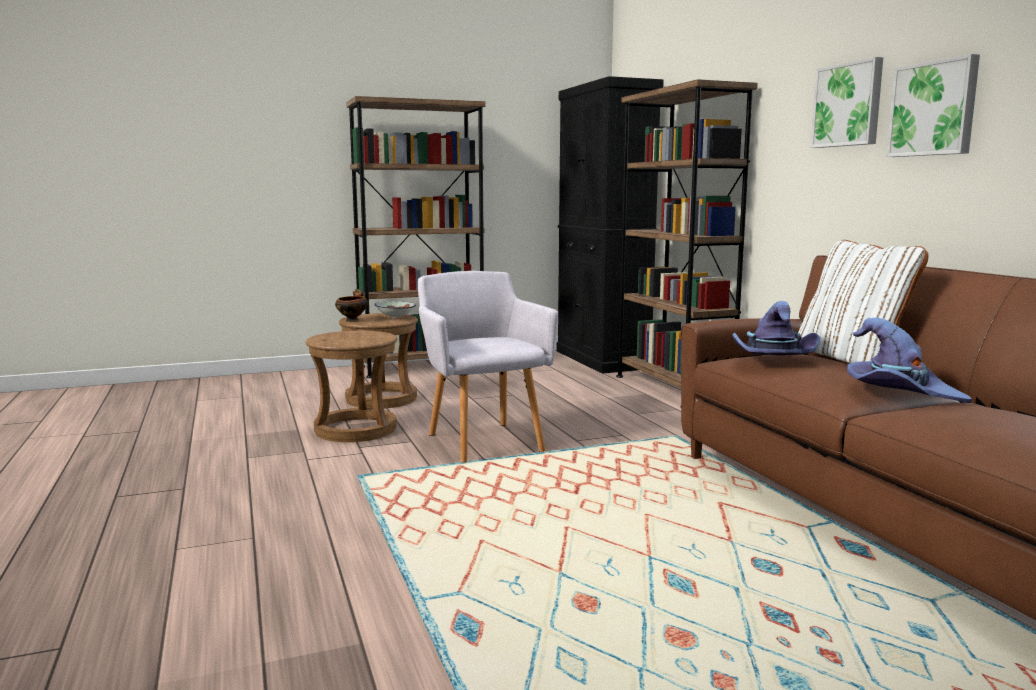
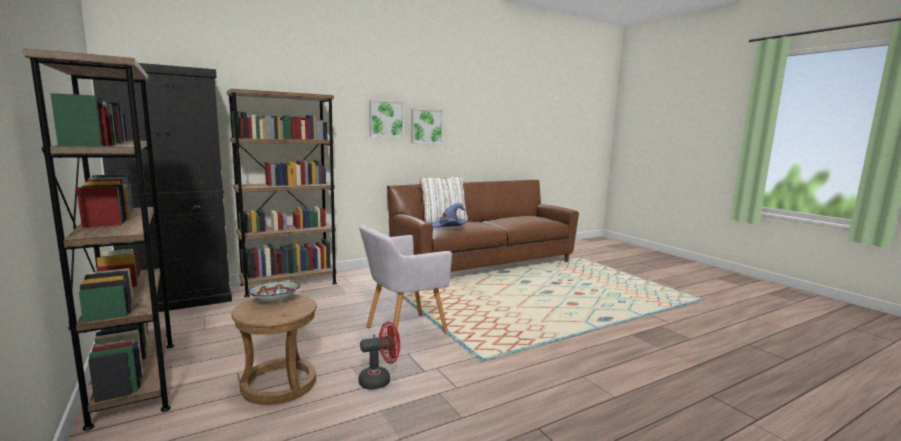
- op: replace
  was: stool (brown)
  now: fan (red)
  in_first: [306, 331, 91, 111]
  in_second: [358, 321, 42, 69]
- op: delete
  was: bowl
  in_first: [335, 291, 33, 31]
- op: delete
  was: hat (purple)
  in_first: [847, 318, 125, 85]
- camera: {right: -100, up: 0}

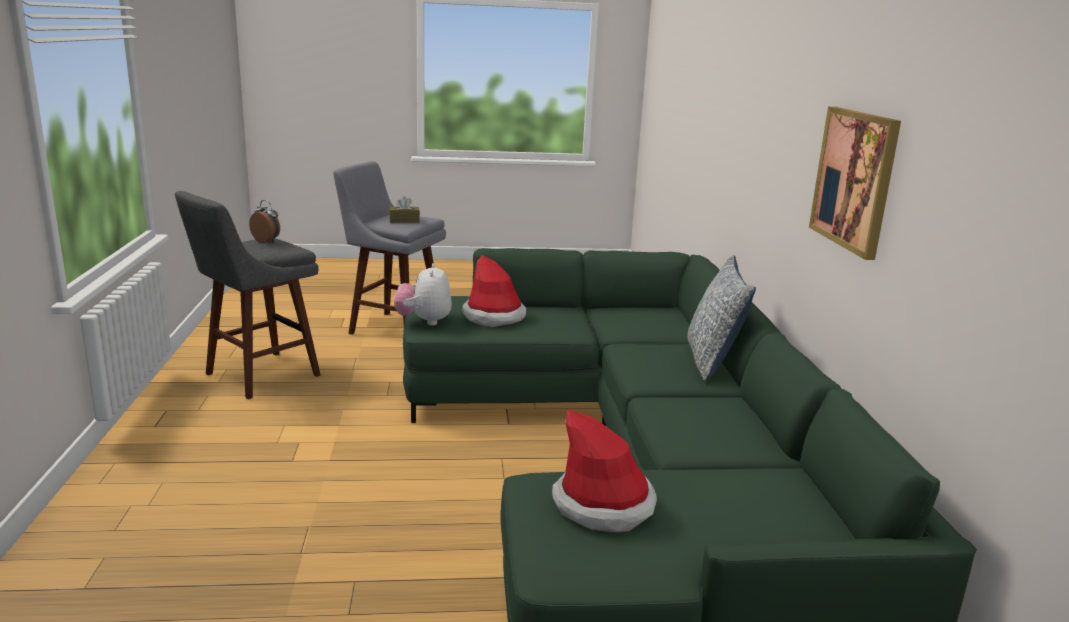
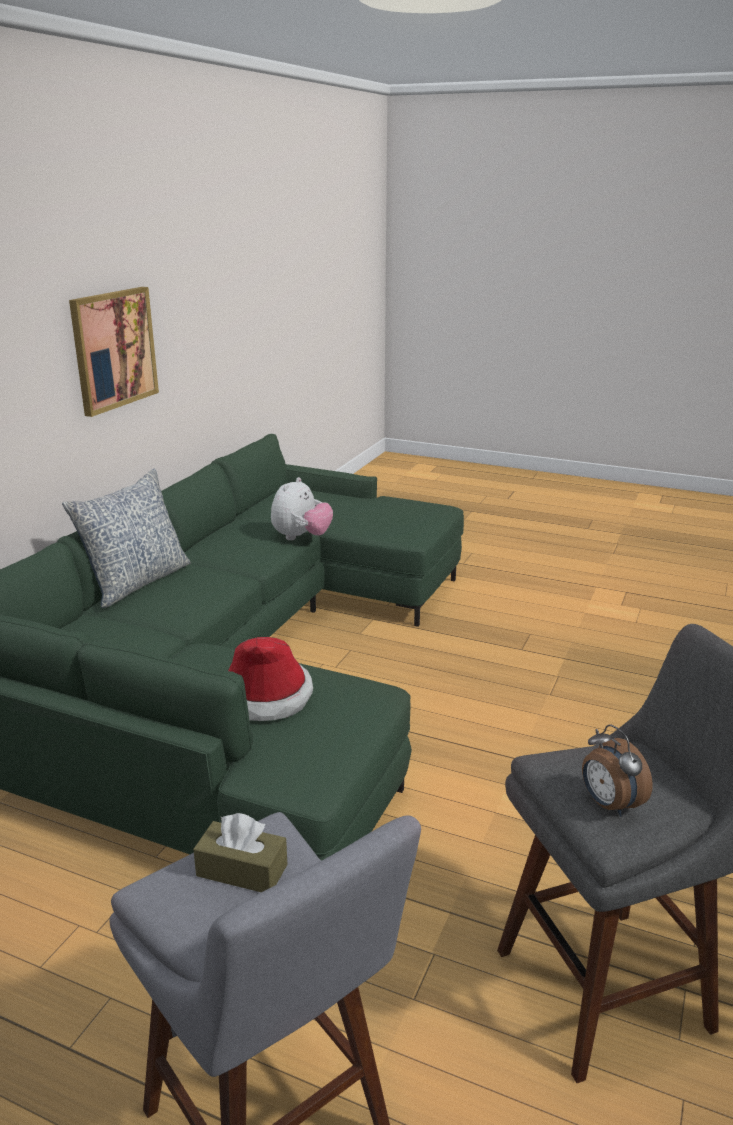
- op: move
  was: plush toy
  in_first: [394, 263, 58, 62]
  in_second: [271, 477, 62, 63]
- op: delete
  was: hat
  in_first: [552, 409, 105, 123]
- camera: {right: -150, up: 5}

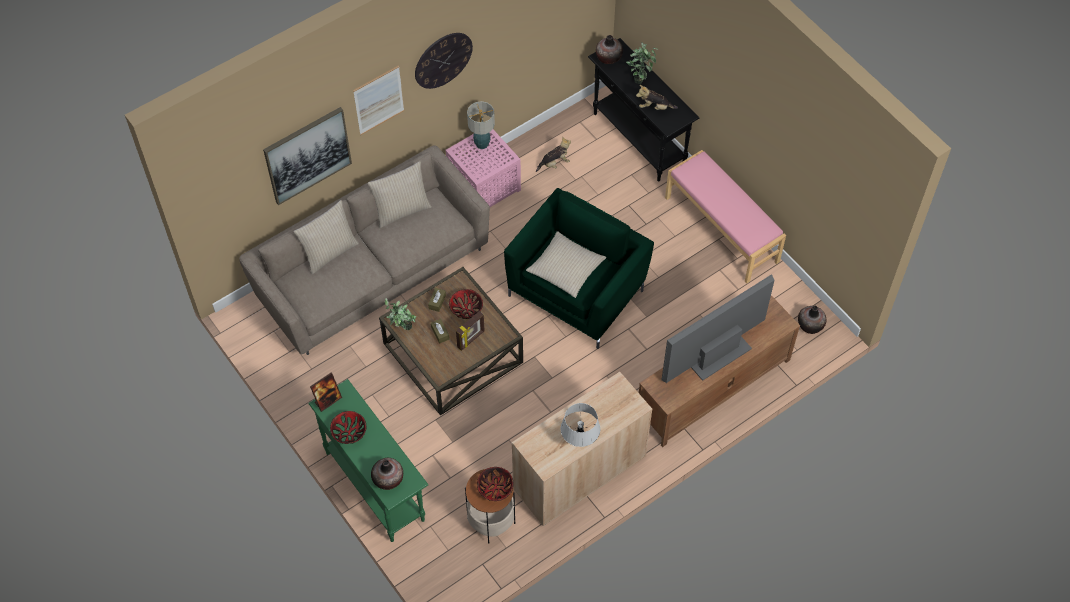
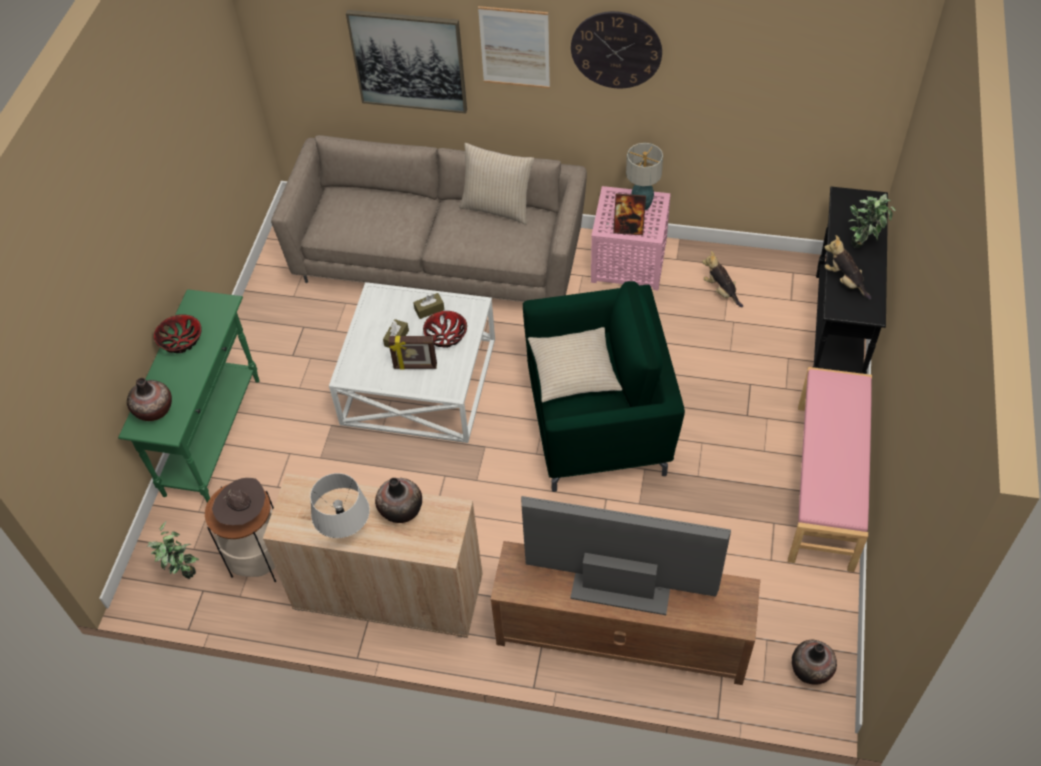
- op: move
  was: potted plant
  in_first: [385, 298, 32, 32]
  in_second: [146, 521, 53, 58]
- op: replace
  was: bowl
  now: hat (brown)
  in_first: [477, 467, 36, 34]
  in_second: [212, 478, 53, 47]
- op: recolor
  was: coffee table (brown)
  now: coffee table (white)
  in_first: [379, 267, 144, 149]
  in_second: [329, 282, 166, 161]
- op: move
  was: vase
  in_first: [596, 35, 27, 29]
  in_second: [375, 478, 47, 45]
- op: move
  was: picture frame
  in_first: [310, 372, 32, 40]
  in_second: [613, 194, 33, 41]
- op: rotate
  was: plush toy
  in_first: [536, 137, 35, 35]
  in_second: [702, 251, 41, 56]
  clockwise: -150
- op: delete
  was: pillow (beige)
  in_first: [294, 200, 65, 74]
- camera: {right: 50, up: -5}

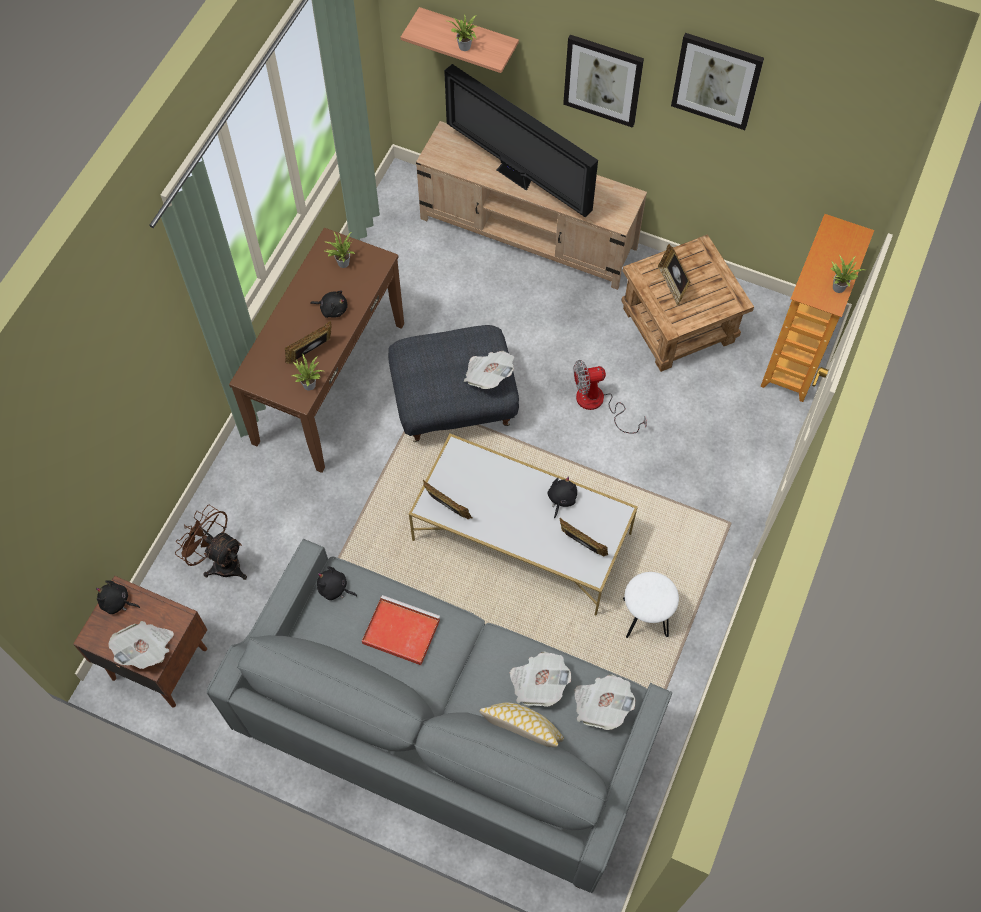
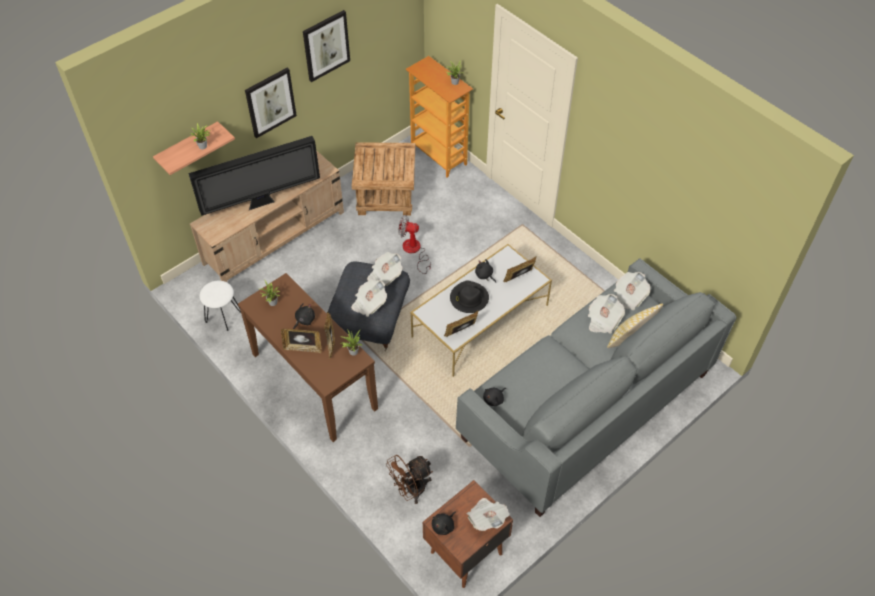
- op: move
  was: stool (white)
  in_first: [623, 572, 56, 66]
  in_second: [200, 280, 41, 51]
- op: move
  was: picture frame
  in_first: [658, 244, 32, 62]
  in_second: [281, 329, 40, 24]
- op: insert
  now: newspaper
  in_second: [351, 279, 36, 38]
- op: rotate
  was: fan
  in_first: [573, 360, 74, 74]
  in_second: [398, 215, 33, 59]
  clockwise: 90
- op: insert
  now: hat (black)
  in_second: [450, 280, 39, 33]
- op: delete
  was: tray (red)
  in_first: [362, 595, 78, 70]
- camera: {right: -65, up: -10}

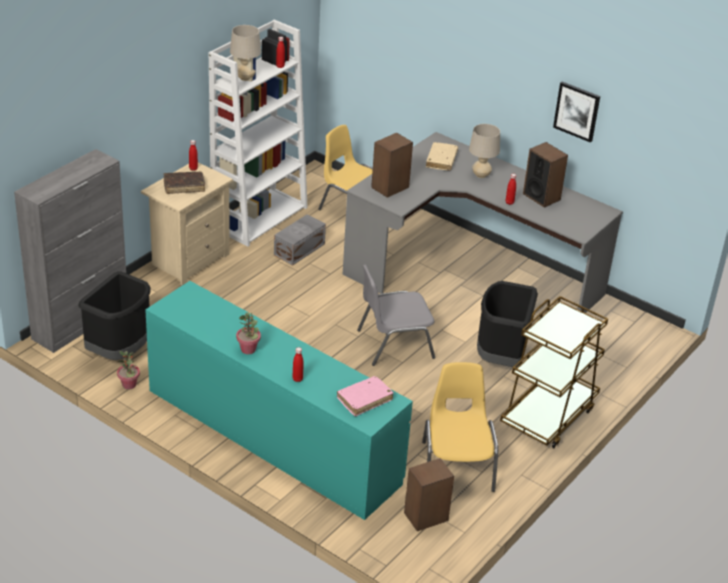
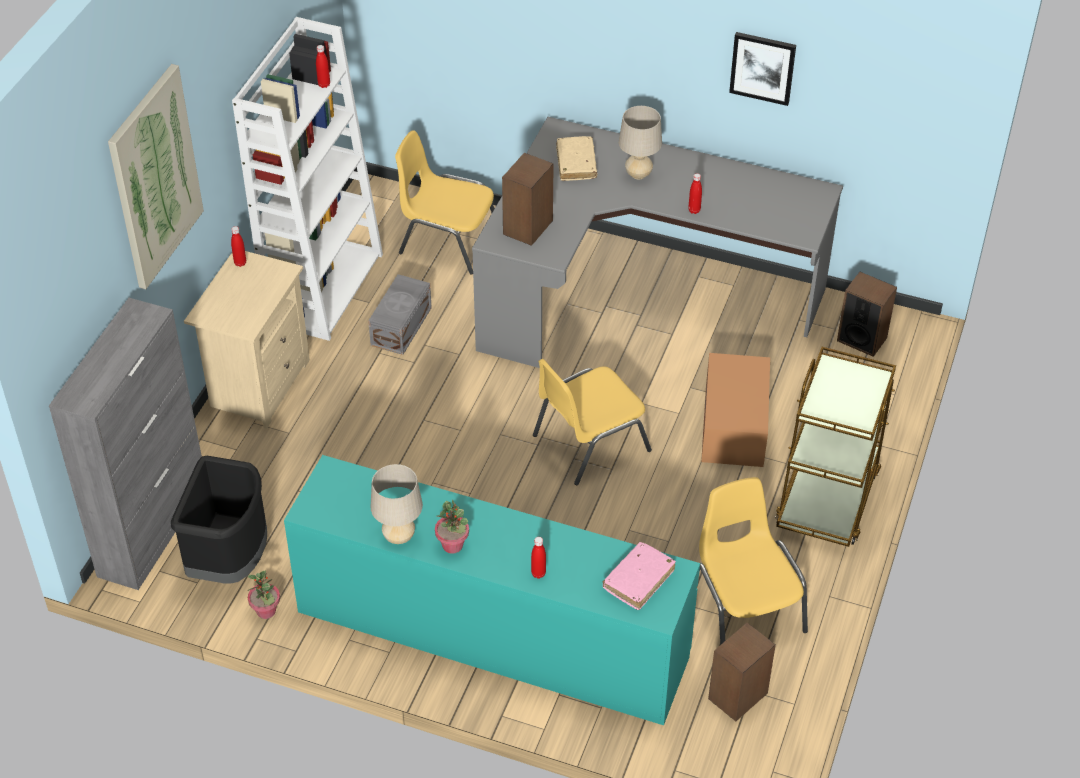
- op: insert
  now: picture
  in_second: [108, 64, 96, 225]
- op: move
  was: table lamp (beige)
  in_first: [230, 25, 31, 56]
  in_second: [371, 464, 52, 80]
- op: recolor
  was: chair (grey)
  now: chair (yellow)
  in_first: [357, 265, 79, 101]
  in_second: [533, 359, 119, 126]
- op: replace
  was: trash can (black)
  now: cardboard box
  in_first: [477, 281, 61, 87]
  in_second: [701, 353, 69, 114]
- op: move
  was: speaker
  in_first: [523, 142, 45, 66]
  in_second: [837, 272, 60, 85]
- op: delete
  was: book (brown)
  in_first: [164, 172, 41, 22]
- camera: {right: -15, up: 10}

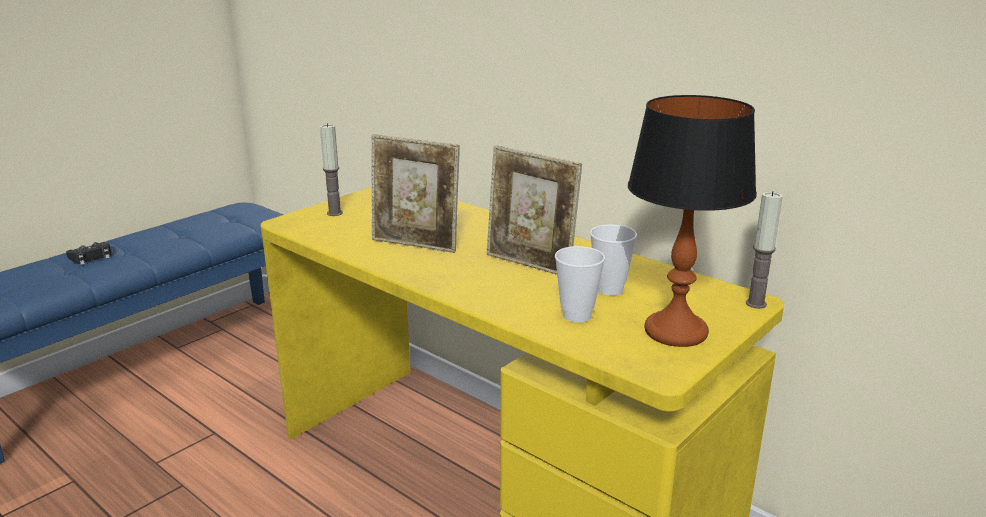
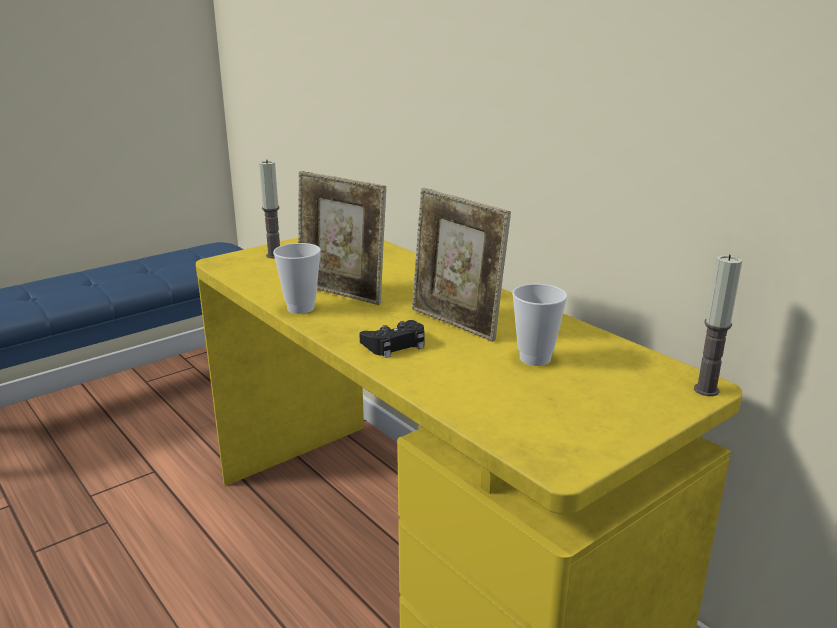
- op: move
  was: cup
  in_first: [555, 246, 50, 76]
  in_second: [273, 243, 48, 71]
- op: move
  was: game controller (black)
  in_first: [66, 242, 46, 23]
  in_second: [359, 320, 66, 38]
- op: delete
  was: table lamp
  in_first: [628, 95, 129, 252]
- camera: {right: 10, up: 0}

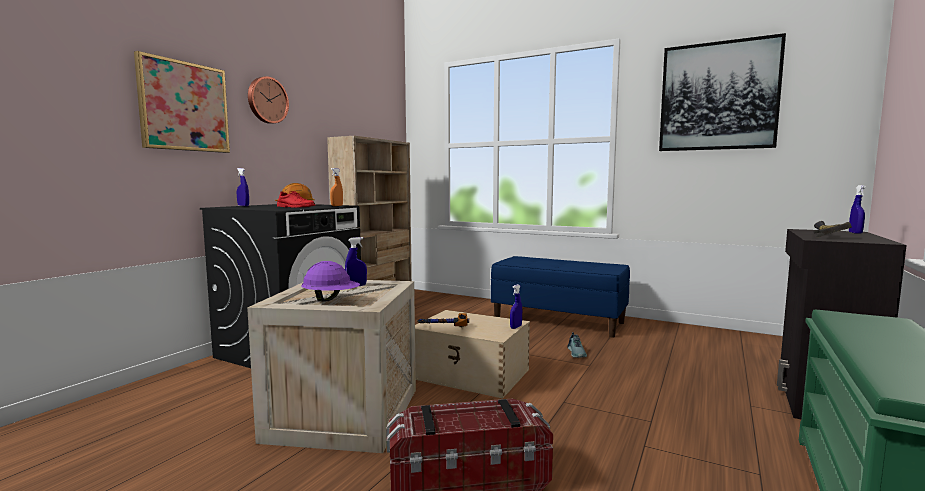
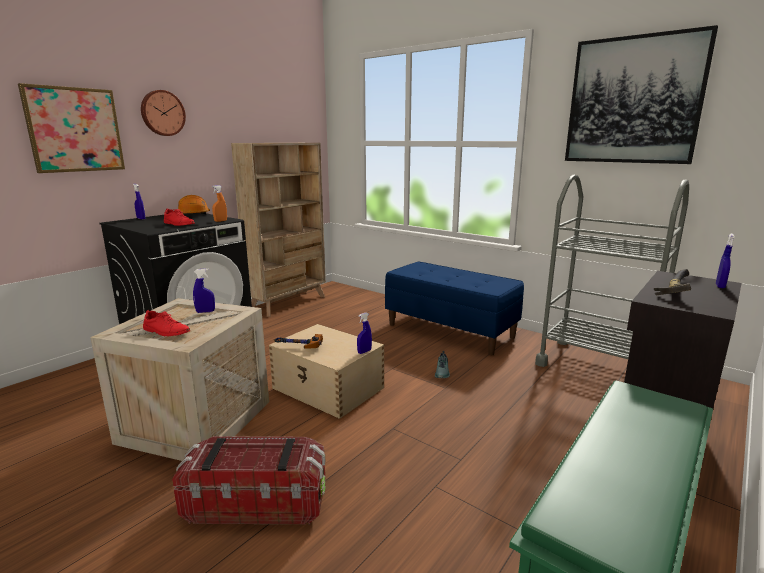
- op: replace
  was: hard hat (purple)
  now: shoe (red)
  in_first: [302, 261, 58, 41]
  in_second: [143, 310, 47, 26]
- op: insert
  now: cart (grey)
  in_second: [535, 175, 154, 192]
- camera: {right: 10, up: 10}

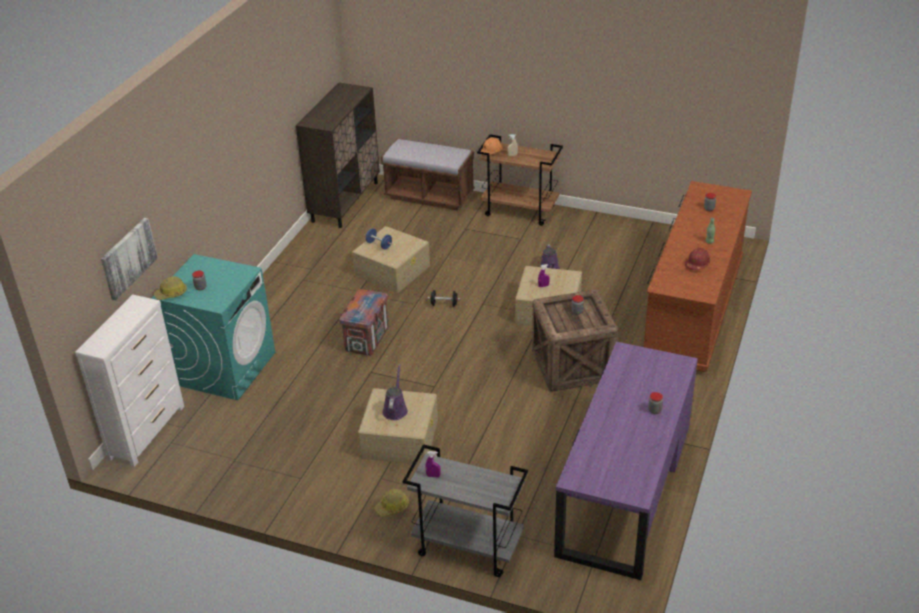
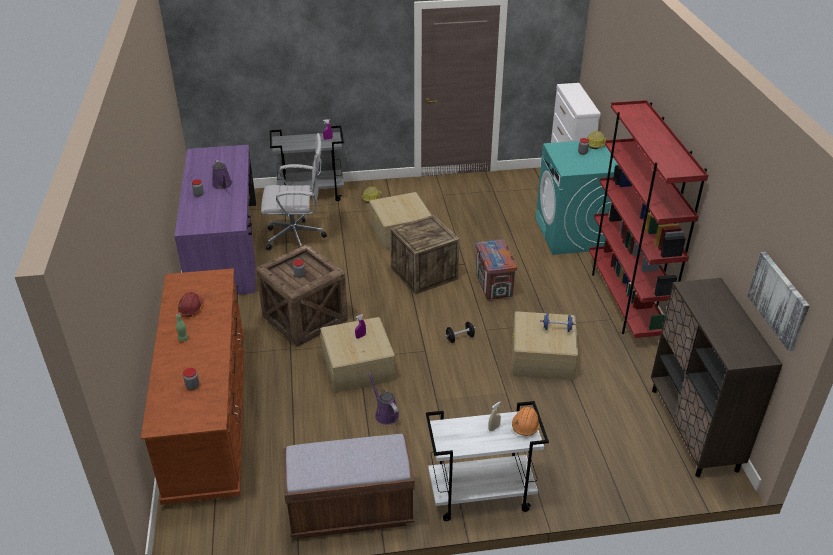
- op: move
  was: watering can (purple)
  in_first: [383, 364, 25, 56]
  in_second: [212, 160, 20, 29]
- op: insert
  now: office chair (white)
  in_second: [261, 133, 66, 117]
- op: move
  was: bench (brown)
  in_first: [381, 139, 94, 71]
  in_second: [283, 434, 132, 105]
- op: insert
  now: crate
  in_second: [390, 215, 69, 80]
- op: recolor
  was: cart (brown)
  now: cart (white)
  in_first: [477, 134, 86, 92]
  in_second: [426, 401, 123, 120]
- op: insert
  now: bookcase (red)
  in_second: [589, 100, 119, 238]
- op: move
  was: picture
  in_first: [101, 218, 57, 82]
  in_second: [747, 252, 63, 99]
- camera: {right: 150, up: 0}

